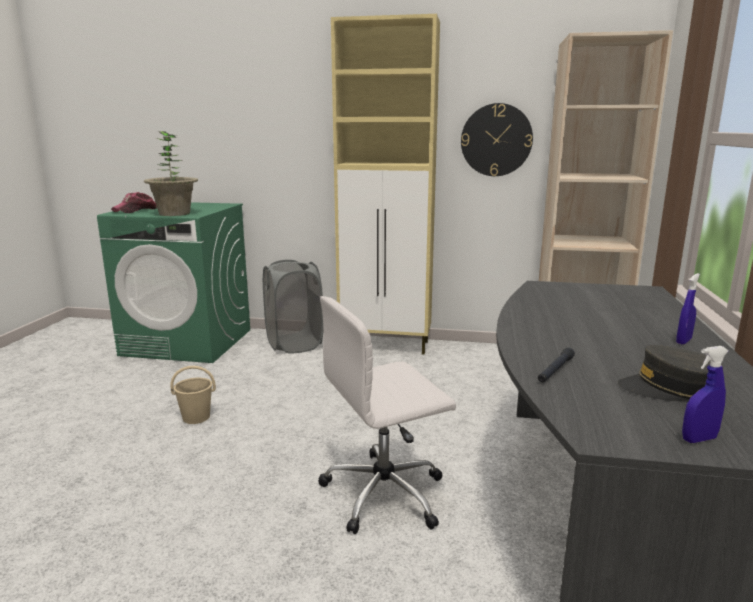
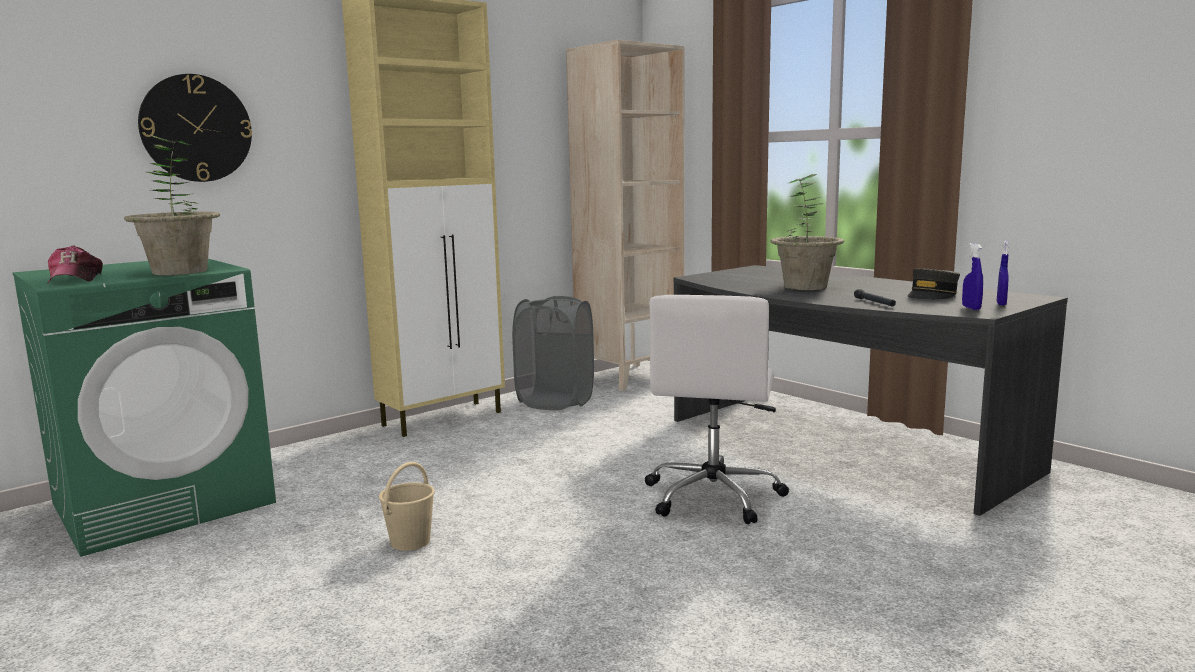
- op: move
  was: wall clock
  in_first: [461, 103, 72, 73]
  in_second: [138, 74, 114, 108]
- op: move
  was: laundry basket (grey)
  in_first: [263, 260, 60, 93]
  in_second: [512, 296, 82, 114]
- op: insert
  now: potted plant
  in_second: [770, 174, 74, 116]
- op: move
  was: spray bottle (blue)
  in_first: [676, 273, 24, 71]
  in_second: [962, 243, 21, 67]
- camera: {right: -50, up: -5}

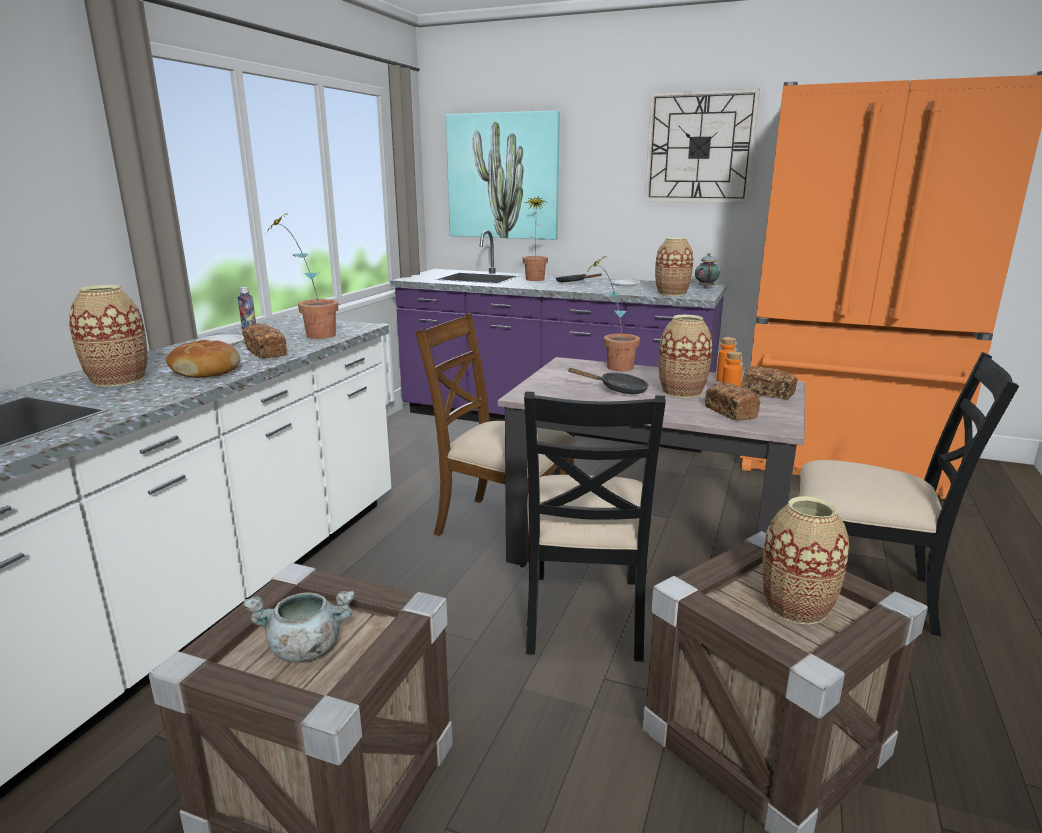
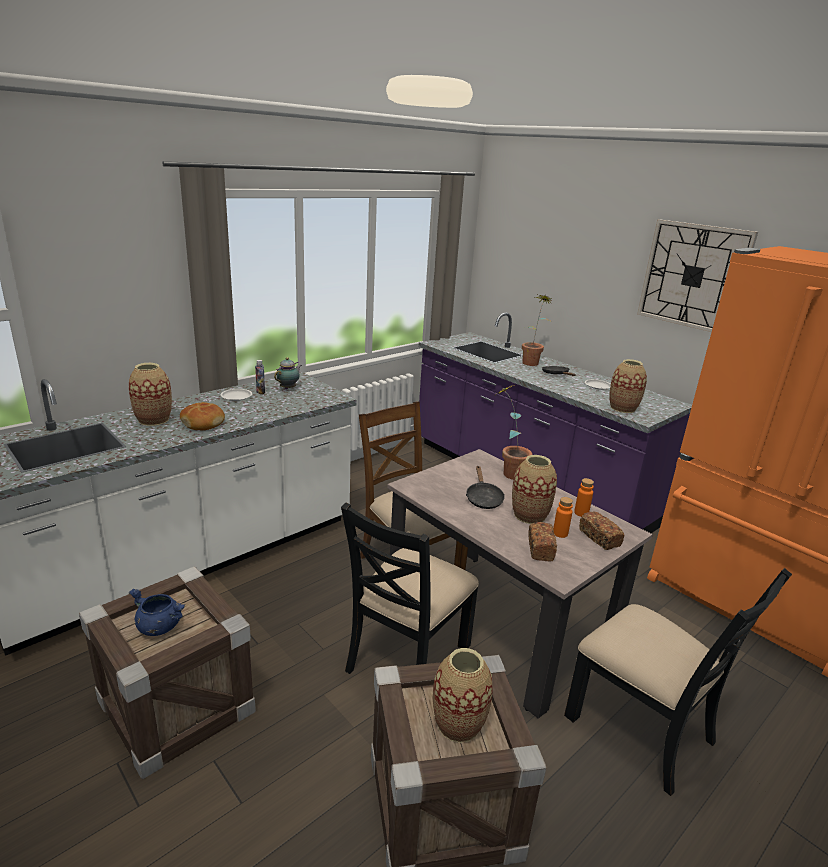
- op: recolor
  was: cooking pot (grey)
  now: cooking pot (blue)
  in_first: [243, 590, 112, 72]
  in_second: [129, 589, 56, 47]
- op: move
  was: teapot
  in_first: [695, 253, 25, 36]
  in_second: [274, 357, 28, 32]
- op: rotate
  was: frying pan (black)
  in_first: [567, 368, 82, 26]
  in_second: [466, 466, 39, 43]
  clockwise: 45
- op: delete
  was: bread
  in_first: [243, 324, 44, 35]
- op: delete
  was: potted plant
  in_first: [267, 213, 71, 126]
- op: delete
  was: picture
  in_first: [446, 110, 114, 130]
- camera: {right: 25, up: 5}

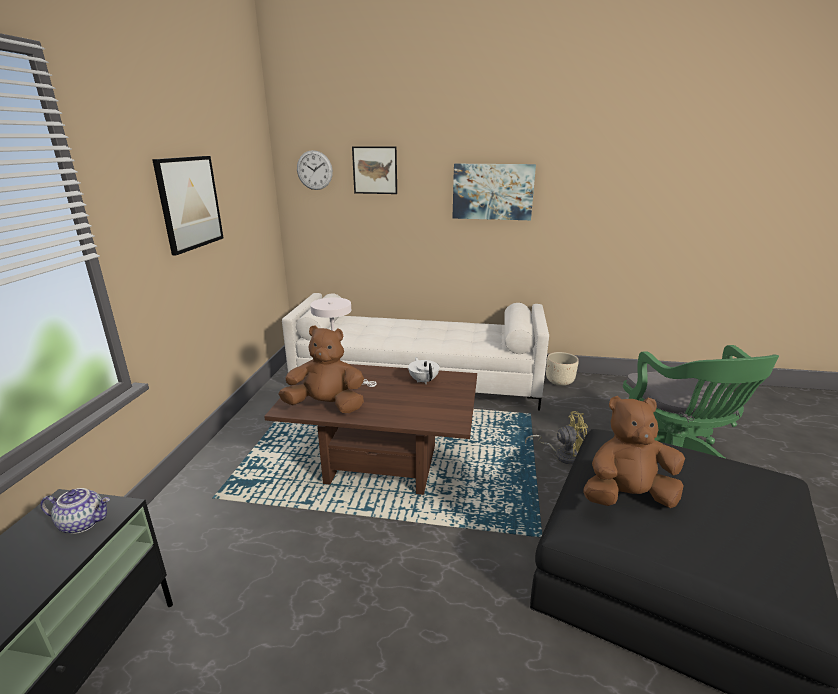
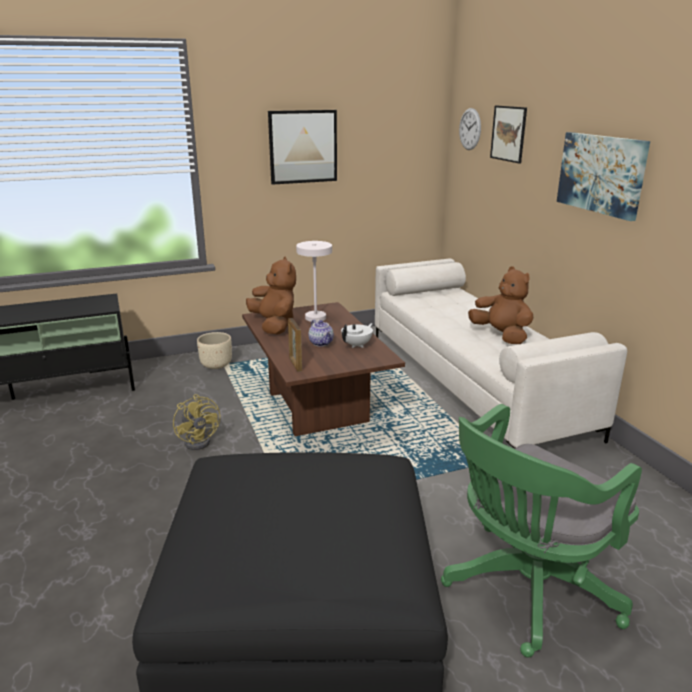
- op: move
  was: fan (yellow)
  in_first: [525, 411, 63, 53]
  in_second: [173, 394, 47, 56]
- op: move
  was: planter (beige)
  in_first: [546, 352, 33, 34]
  in_second: [197, 332, 35, 37]
- op: insert
  now: picture frame
  in_second: [288, 318, 14, 54]
- op: move
  was: teapot
  in_first: [40, 488, 70, 46]
  in_second: [309, 320, 25, 27]
- op: move
  was: plush toy (brown)
  in_first: [583, 396, 102, 112]
  in_second: [468, 266, 65, 78]
- camera: {right: 60, up: 0}

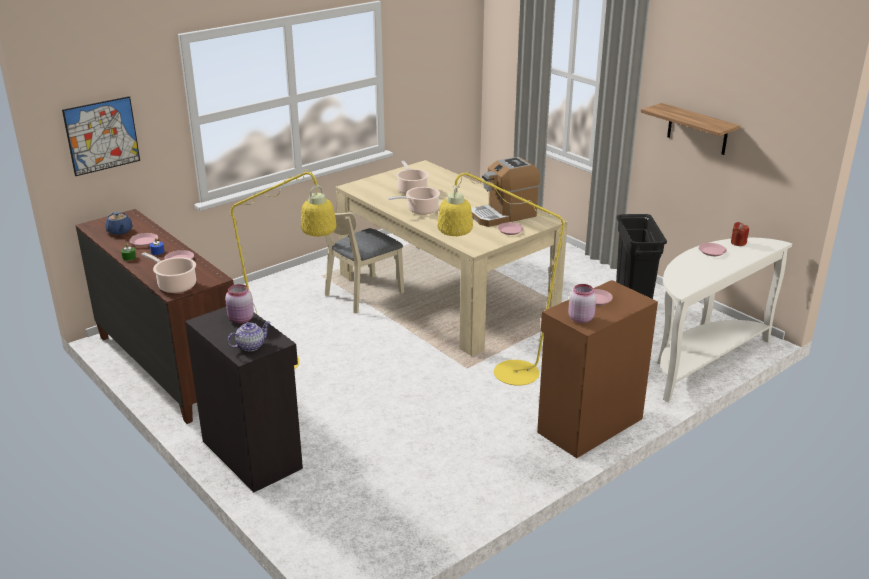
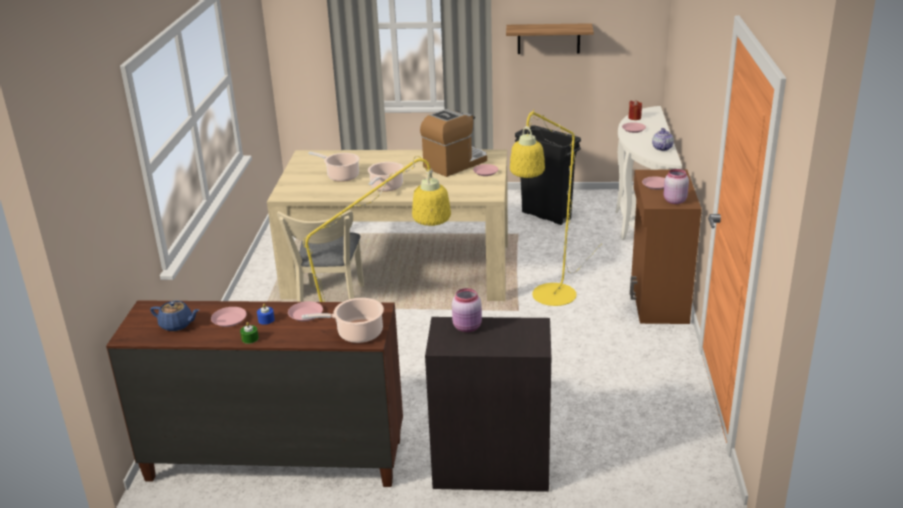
- op: rotate
  was: coffee machine
  in_first: [471, 157, 69, 70]
  in_second: [420, 109, 67, 68]
  clockwise: -150
- op: move
  was: teapot
  in_first: [227, 321, 43, 30]
  in_second: [652, 128, 22, 23]
- op: delete
  was: picture
  in_first: [62, 96, 78, 80]
- camera: {right: -45, up: 0}

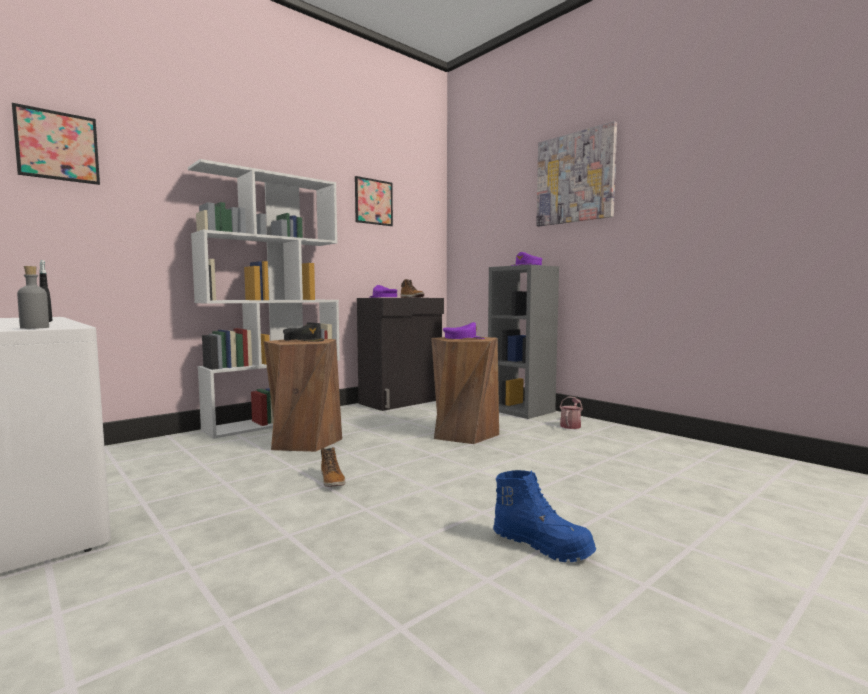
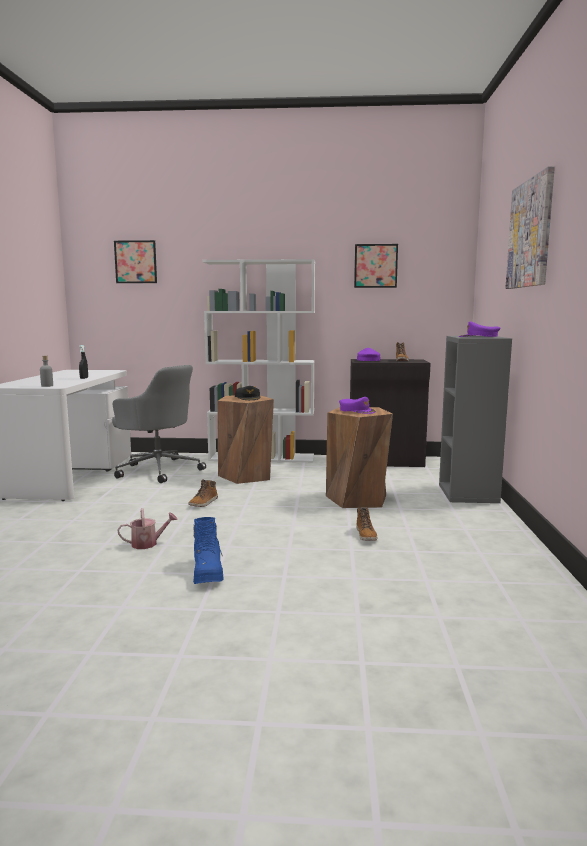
- op: insert
  now: office chair (grey)
  in_second: [112, 365, 94, 118]
- op: move
  was: watering can
  in_first: [560, 396, 23, 33]
  in_second: [117, 508, 61, 41]
- op: insert
  now: boot
  in_second: [356, 508, 21, 33]
- camera: {right: 45, up: 5}

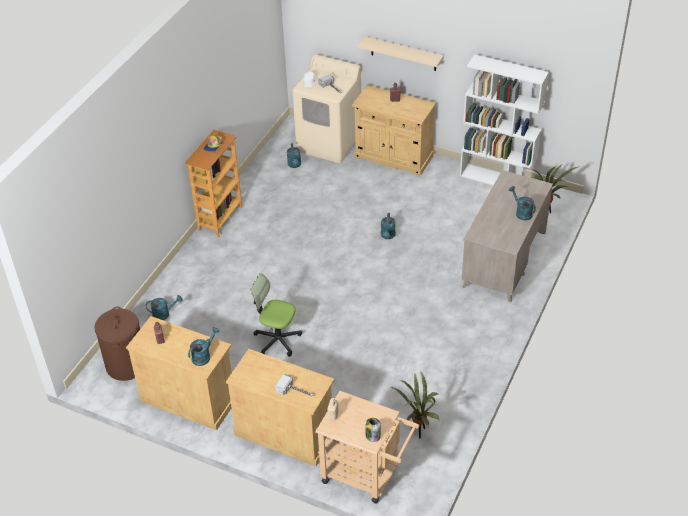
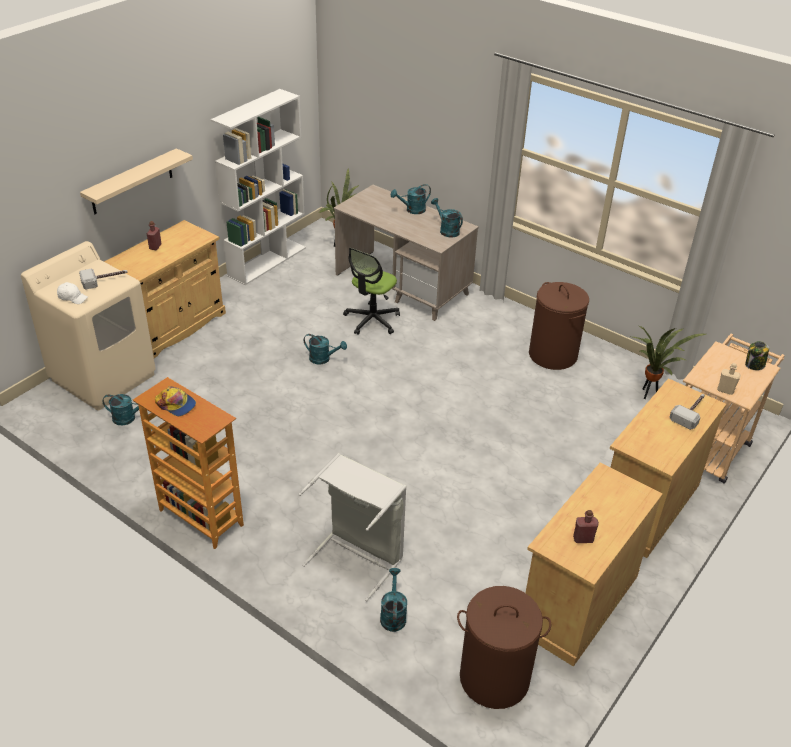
- op: insert
  now: laundry basket (grey)
  in_second: [298, 453, 109, 148]
- op: move
  was: office chair
  in_first: [251, 273, 51, 84]
  in_second: [343, 248, 57, 87]
- op: move
  was: watering can (turquoise)
  in_first: [188, 327, 31, 39]
  in_second: [431, 198, 32, 40]
- op: insert
  now: laundry basket (brown)
  in_second: [529, 282, 60, 88]
- camera: {right: -80, up: -5}

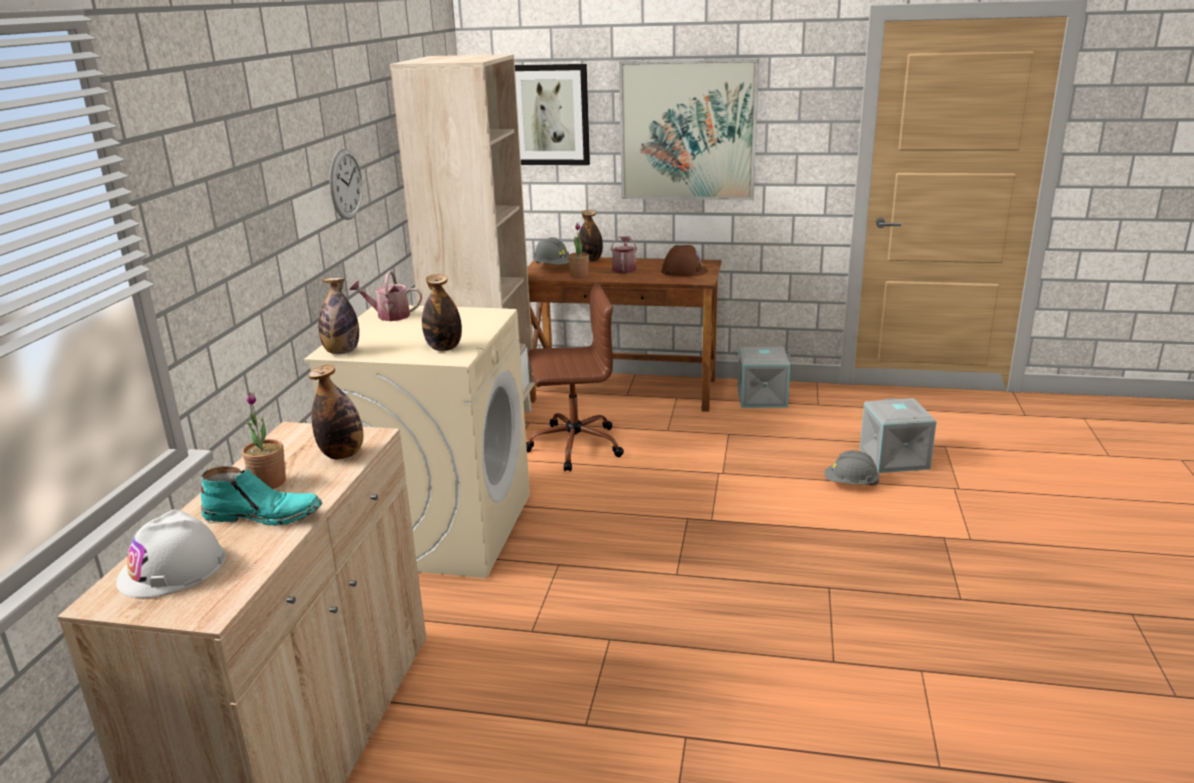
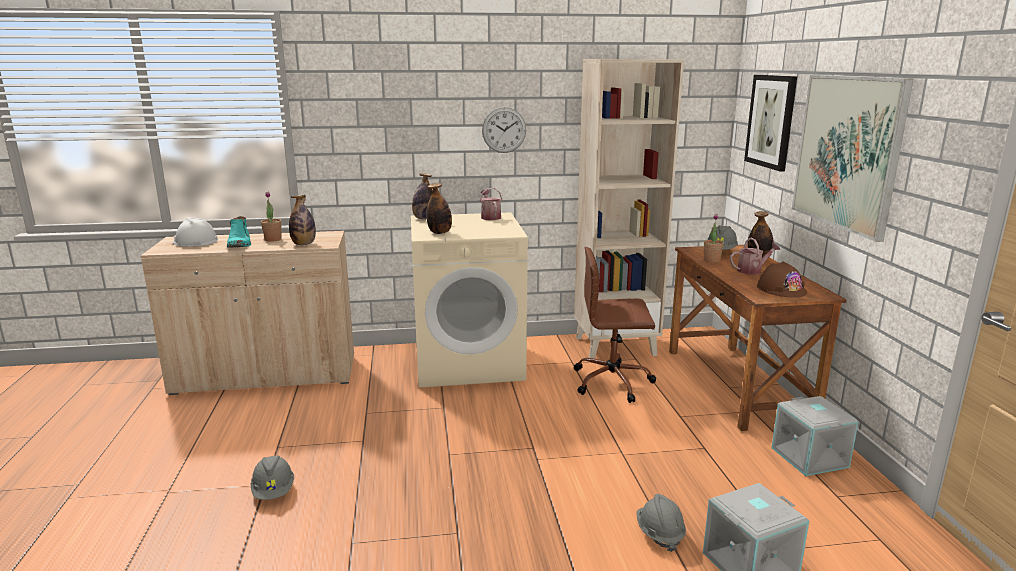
- op: insert
  now: hard hat (grey)
  in_second: [250, 455, 44, 45]
- op: rotate
  was: office chair (brown)
  in_first: [526, 282, 98, 190]
  in_second: [574, 247, 82, 156]
  clockwise: 120
- camera: {right: 70, up: -5}

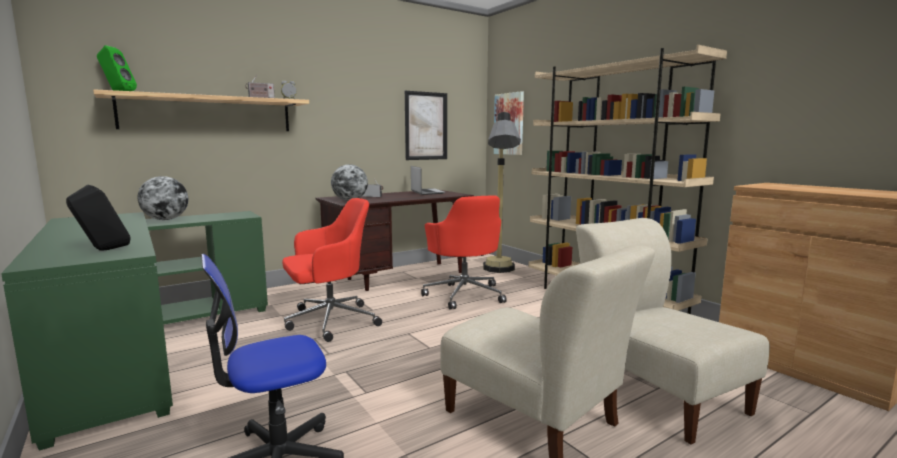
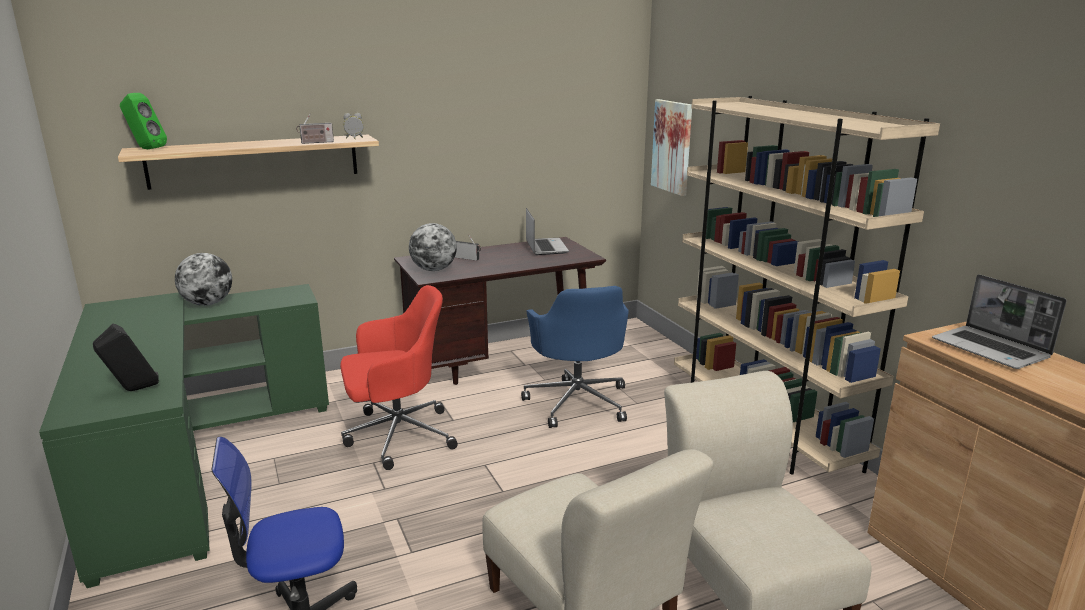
- op: recolor
  was: office chair (red)
  now: office chair (blue)
  in_first: [421, 195, 86, 115]
  in_second: [521, 286, 108, 142]
- op: insert
  now: laptop
  in_second: [932, 274, 135, 95]
- op: delete
  was: picture
  in_first: [405, 91, 42, 69]
- op: delete
  was: floor lamp
  in_first: [483, 112, 38, 161]
- camera: {right: 10, up: 10}

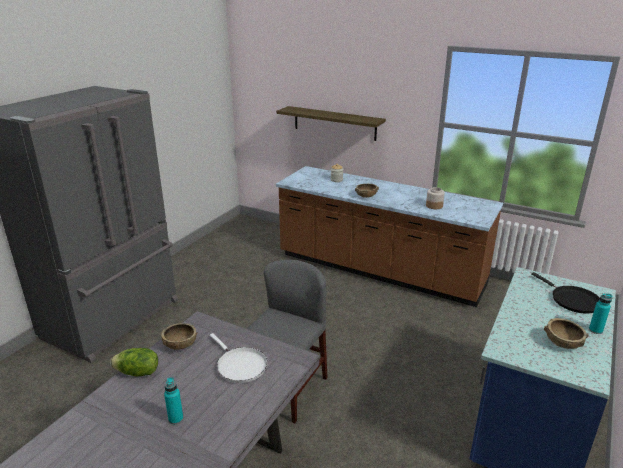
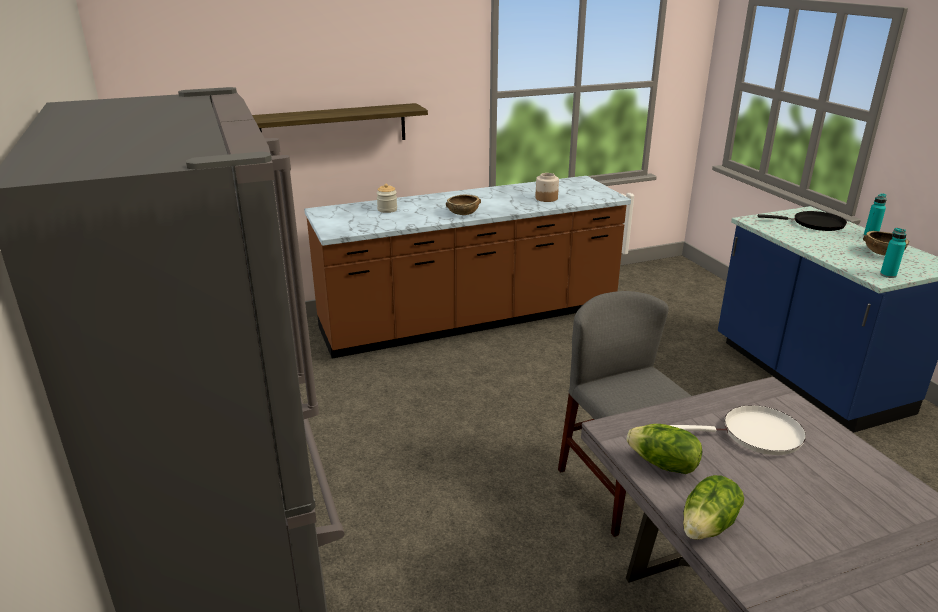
- op: replace
  was: bowl (brown)
  now: lettuce
  in_first: [161, 323, 37, 27]
  in_second: [627, 424, 75, 50]
- op: move
  was: bottle (turquoise)
  in_first: [164, 377, 19, 47]
  in_second: [880, 228, 26, 50]
- camera: {right: -50, up: 0}

